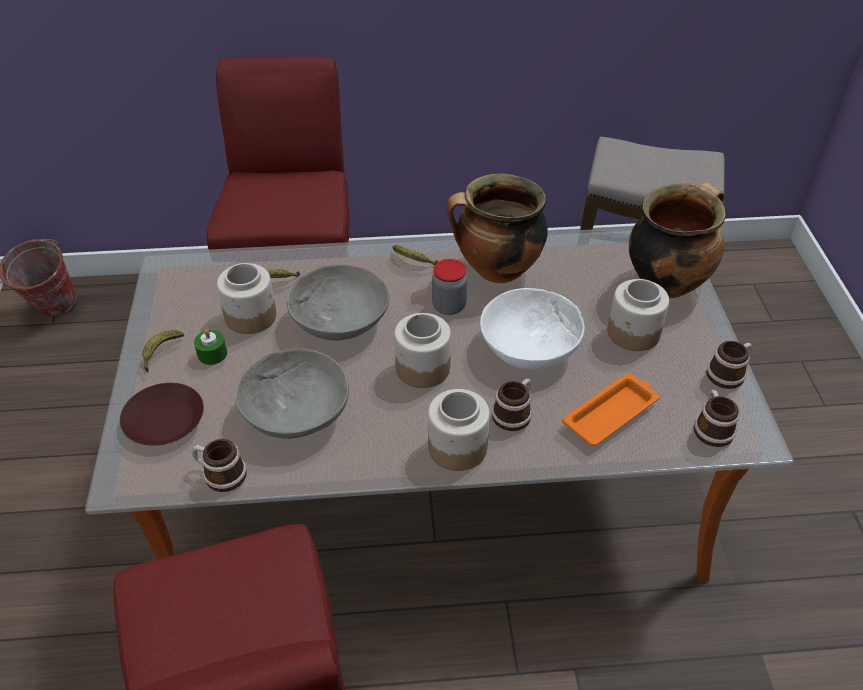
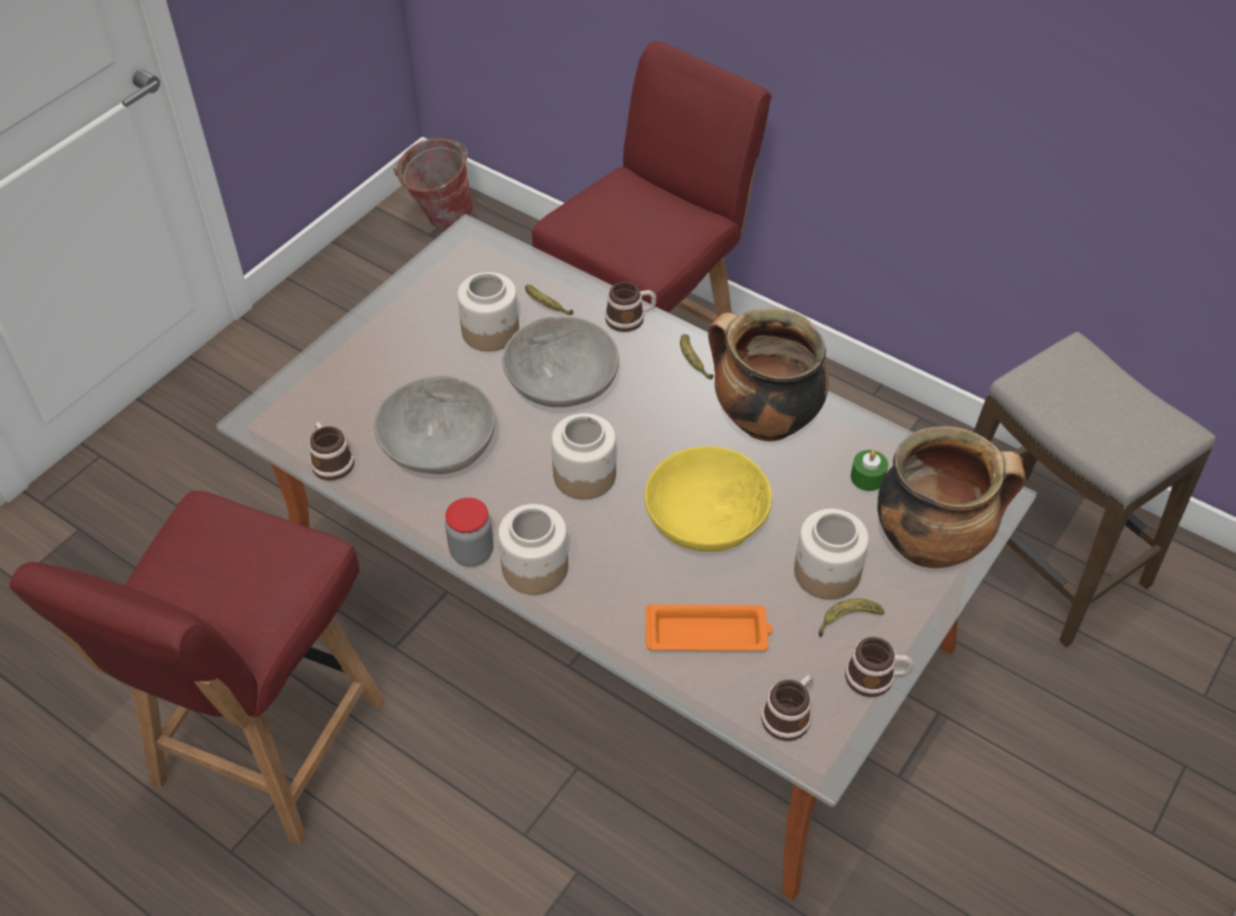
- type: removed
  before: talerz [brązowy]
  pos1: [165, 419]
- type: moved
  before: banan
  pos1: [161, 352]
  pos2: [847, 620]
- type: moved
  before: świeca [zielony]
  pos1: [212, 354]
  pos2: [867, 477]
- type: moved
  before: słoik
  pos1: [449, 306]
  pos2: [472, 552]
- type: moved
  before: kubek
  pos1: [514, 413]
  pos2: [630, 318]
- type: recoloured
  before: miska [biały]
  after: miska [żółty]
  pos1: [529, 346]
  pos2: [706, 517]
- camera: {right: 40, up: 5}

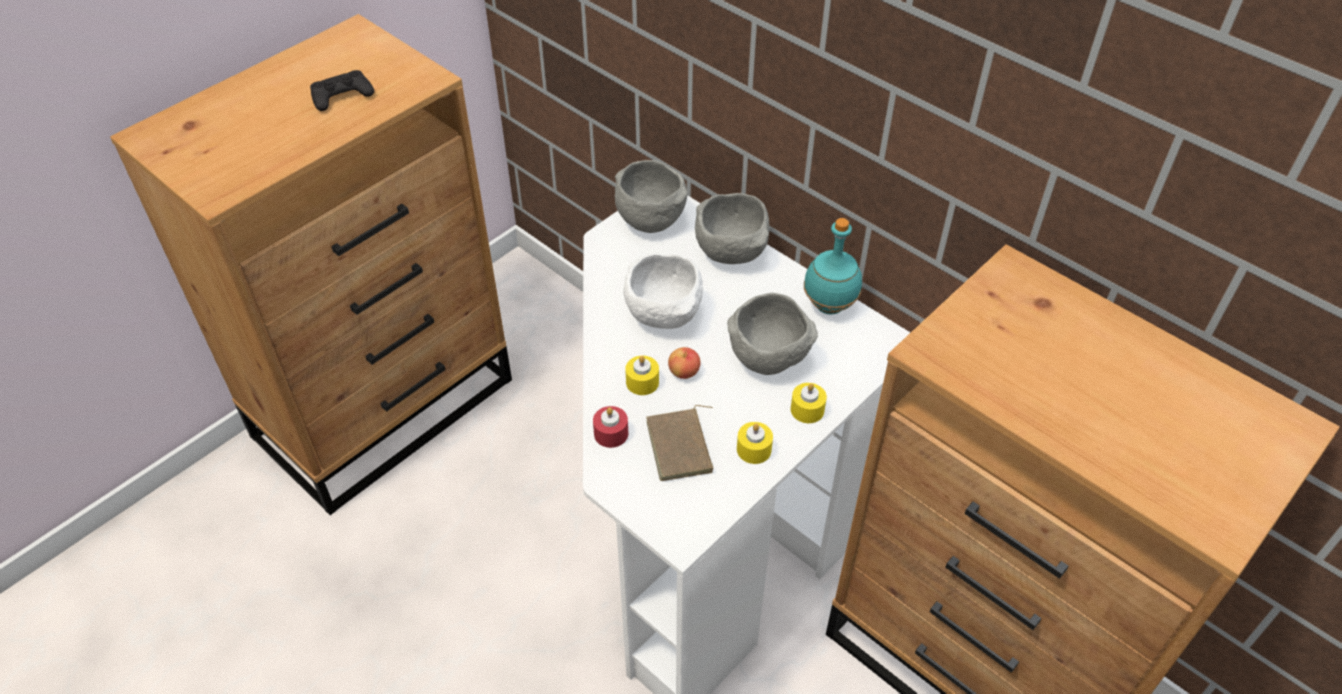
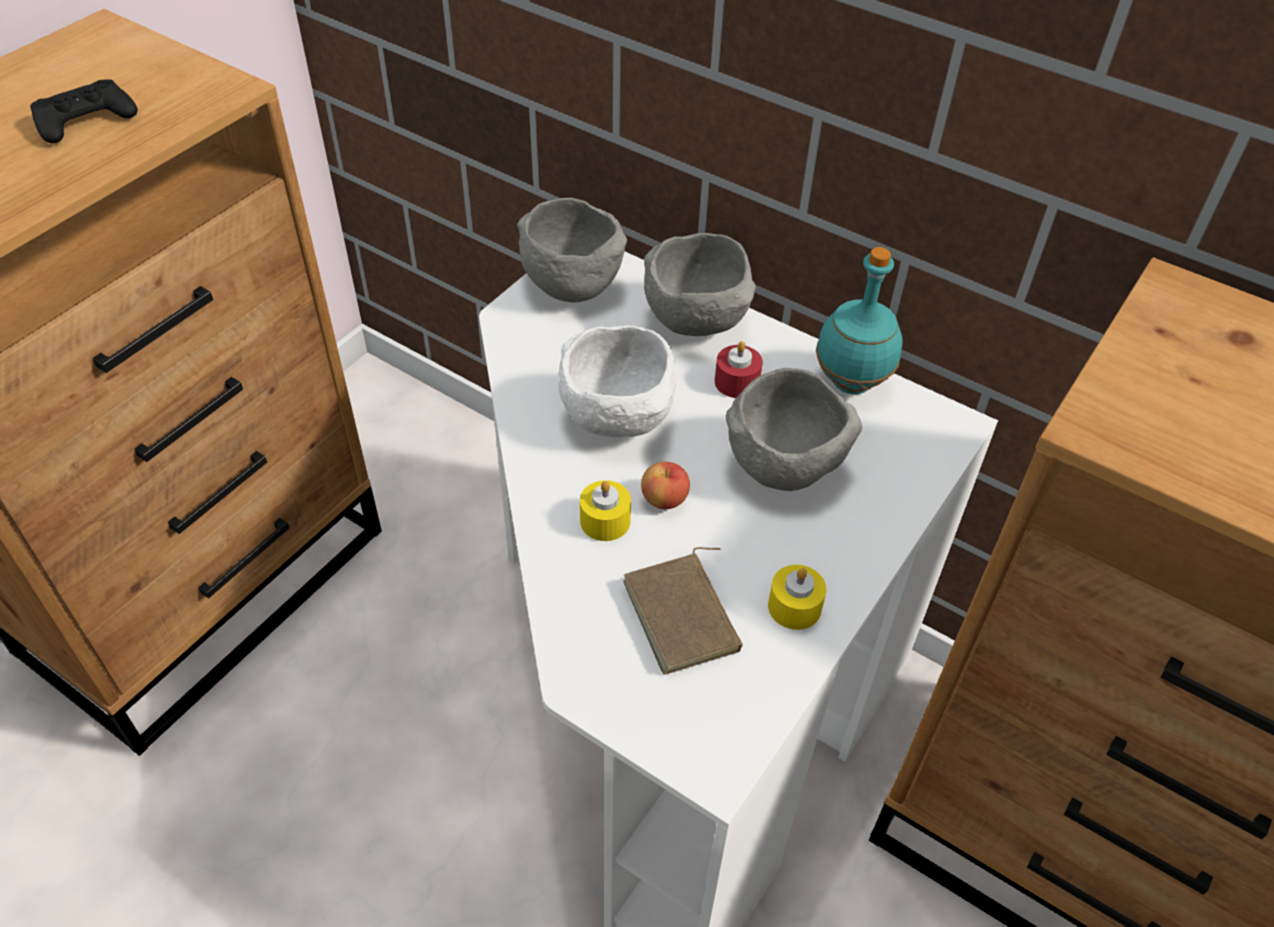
- type: removed
  before: świeca [żółty]
  pos1: [807, 410]
- type: moved
  before: świeca [czerwony]
  pos1: [611, 433]
  pos2: [737, 382]
- camera: {right: -10, up: 0}

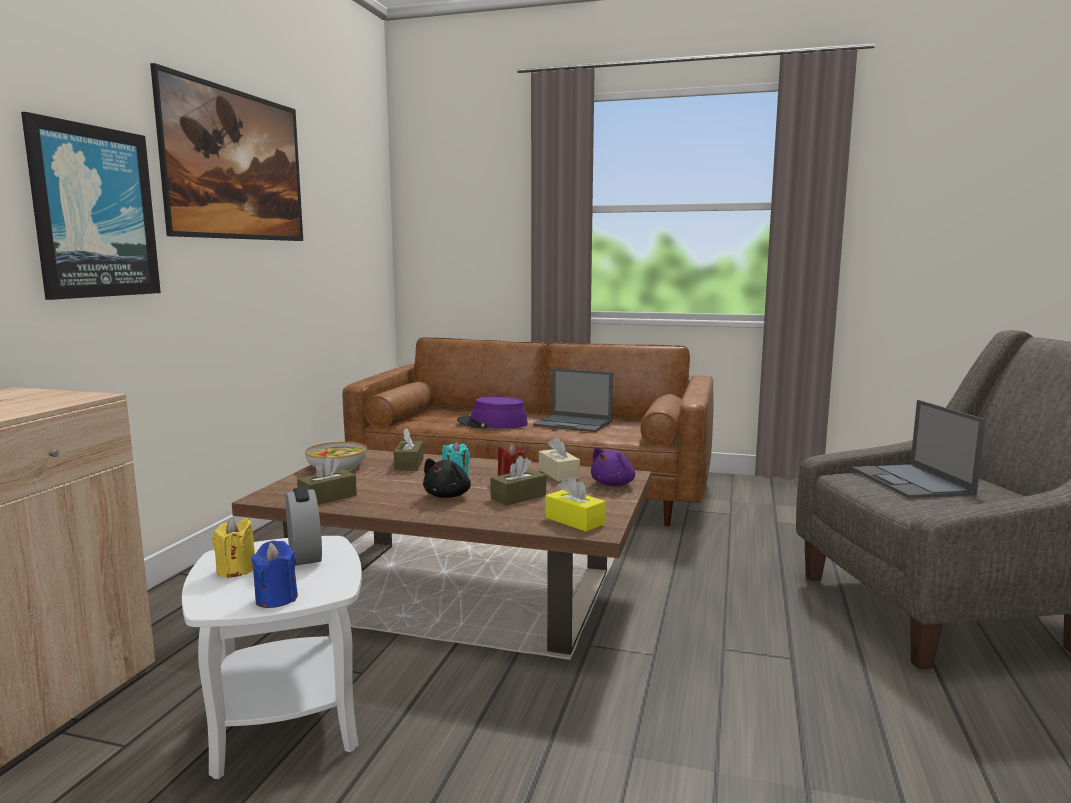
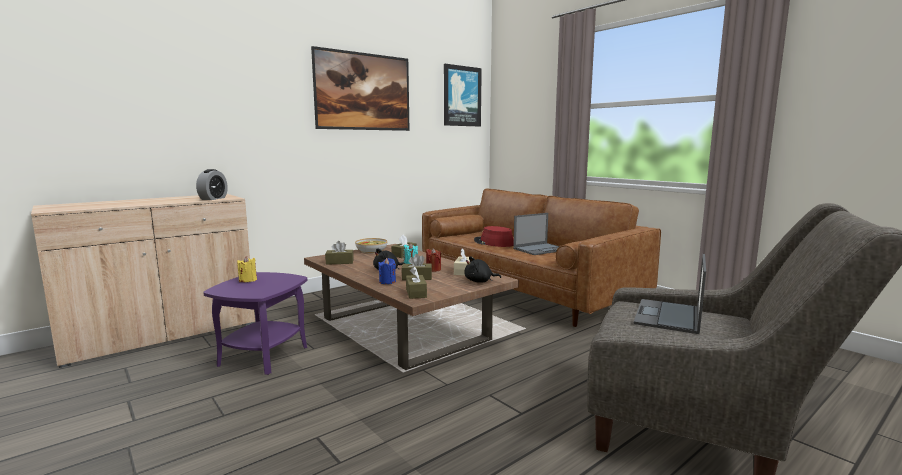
- type: moved
  before: obraz
  pos1: [94, 212]
  pos2: [461, 96]
- type: moved
  before: świeca [niebieski]
  pos1: [276, 599]
  pos2: [387, 282]
- type: moved
  before: budzik
  pos1: [305, 555]
  pos2: [213, 198]
- type: recoloured
  before: stolik [biały]
  after: stolik [fioletowy]
  pos1: [285, 721]
  pos2: [263, 356]
- type: recoloured
  before: kapelusz [fioletowy]
  after: kapelusz [czerwony]
  pos1: [492, 423]
  pos2: [493, 243]
- type: recoloured
  before: pudełko chusteczek [żółty]
  after: pudełko chusteczek [brązowy]
  pos1: [574, 521]
  pos2: [416, 293]
- type: recoloured
  before: pluszak [fioletowy]
  after: pluszak [czarny]
  pos1: [614, 484]
  pos2: [480, 281]
- type: turned
  before: laptop
  pos1: [574, 424]
  pos2: [540, 249]
  turn: -90
- camera: {right: 35, up: 0}

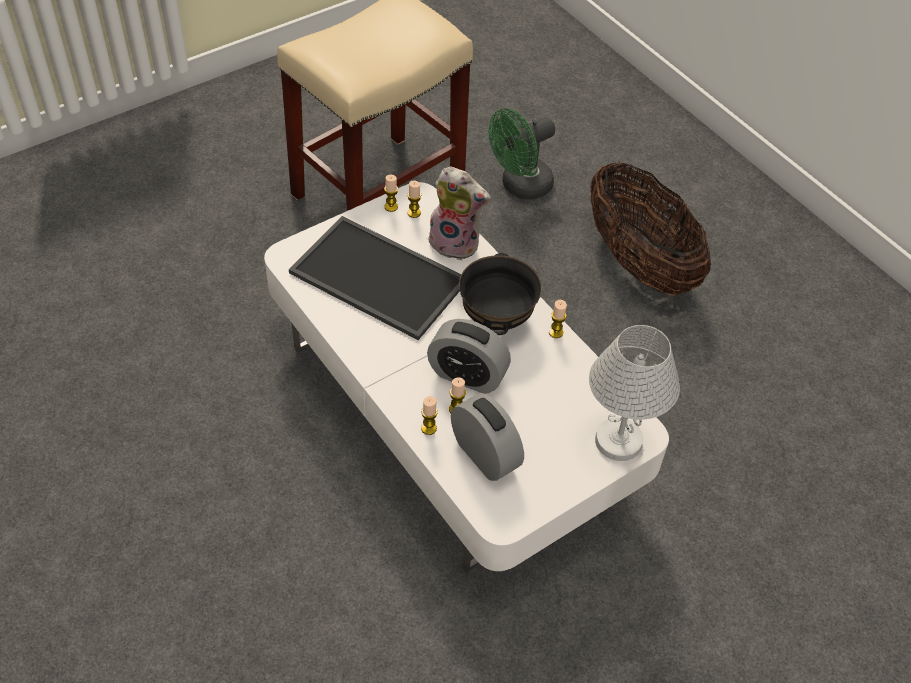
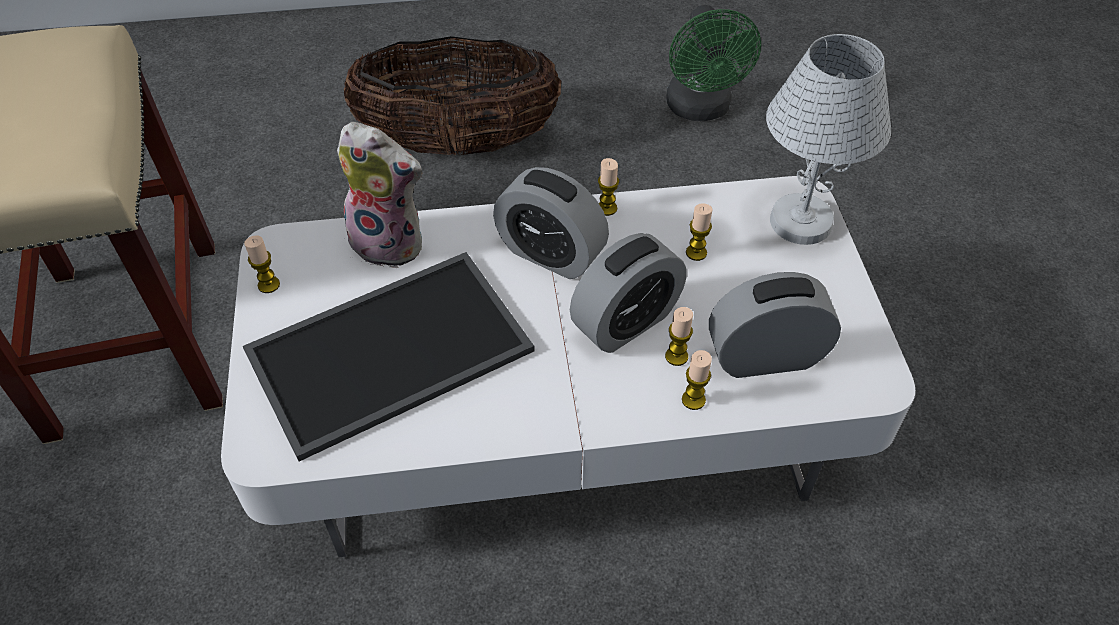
- type: moved
  before: świeca
  pos1: [414, 213]
  pos2: [696, 253]
- type: moved
  before: wentylator [zielony]
  pos1: [520, 186]
  pos2: [701, 109]
- type: replaced
  before: miska [czarny]
  after: budzik
  pos1: [497, 319]
  pos2: [551, 254]
- type: turned
  before: pluszak
  pos1: [456, 243]
  pos2: [391, 242]
  turn: 60
- camera: {right: -60, up: 0}

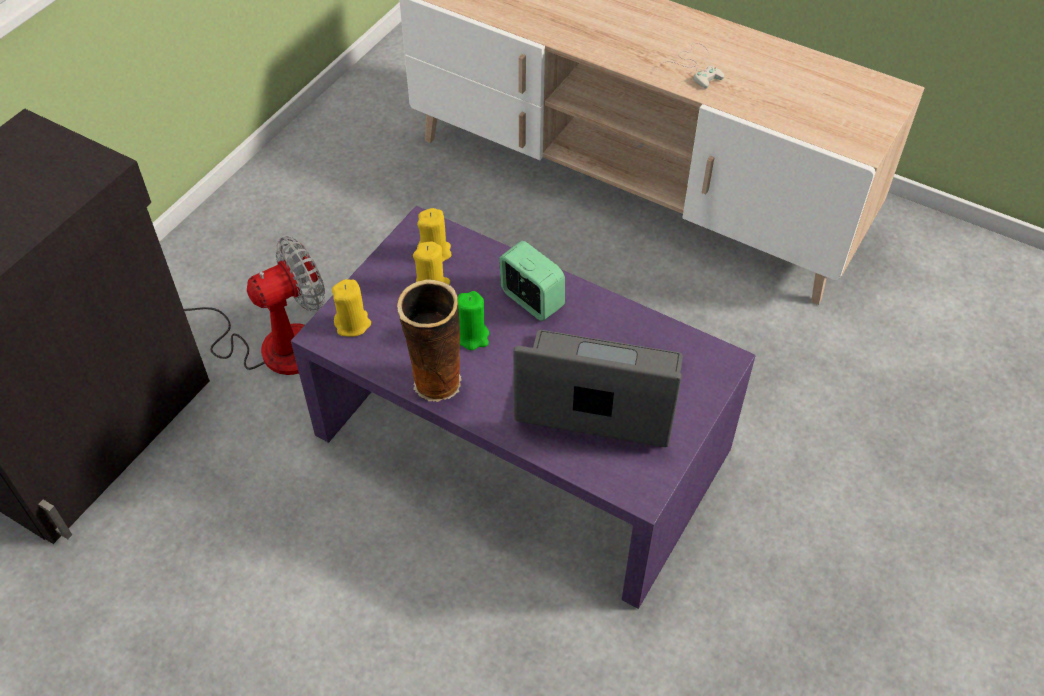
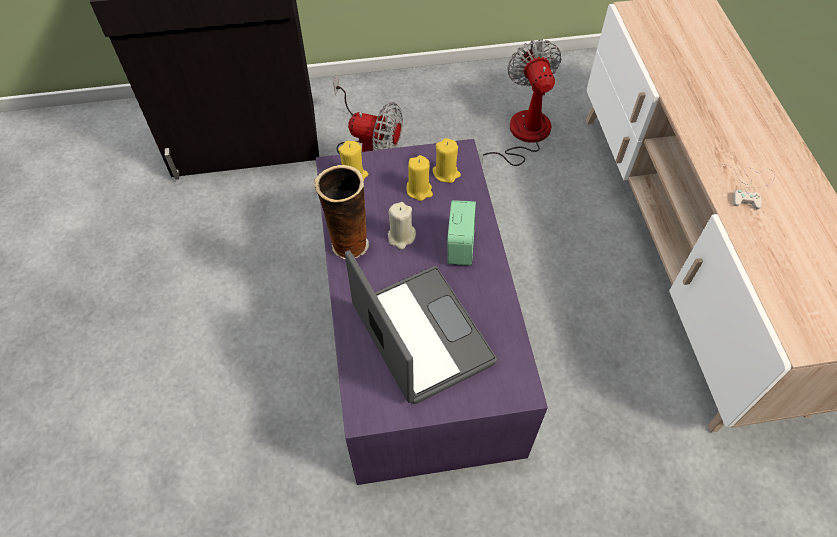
- type: added
  after: wentylator
  pos2: [520, 136]
- type: recoloured
  before: świeca [zielony]
  after: świeca [beżowy]
  pos1: [472, 336]
  pos2: [401, 237]
- camera: {right: 50, up: 5}

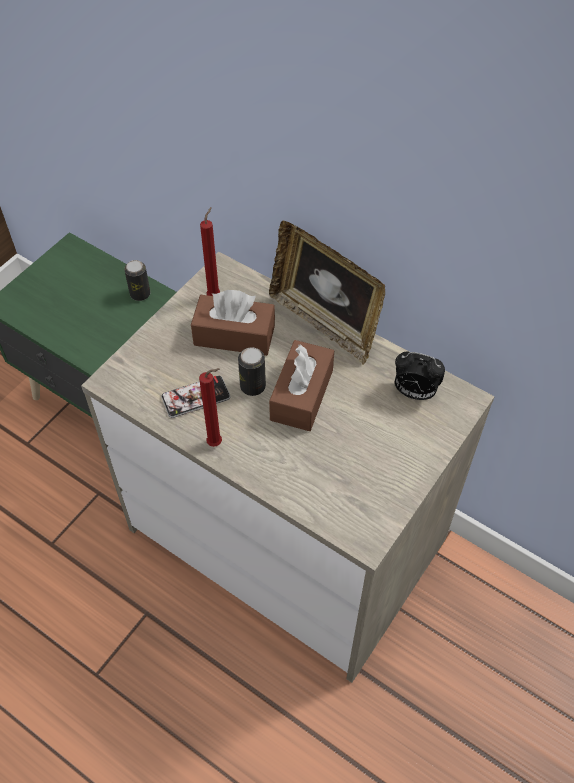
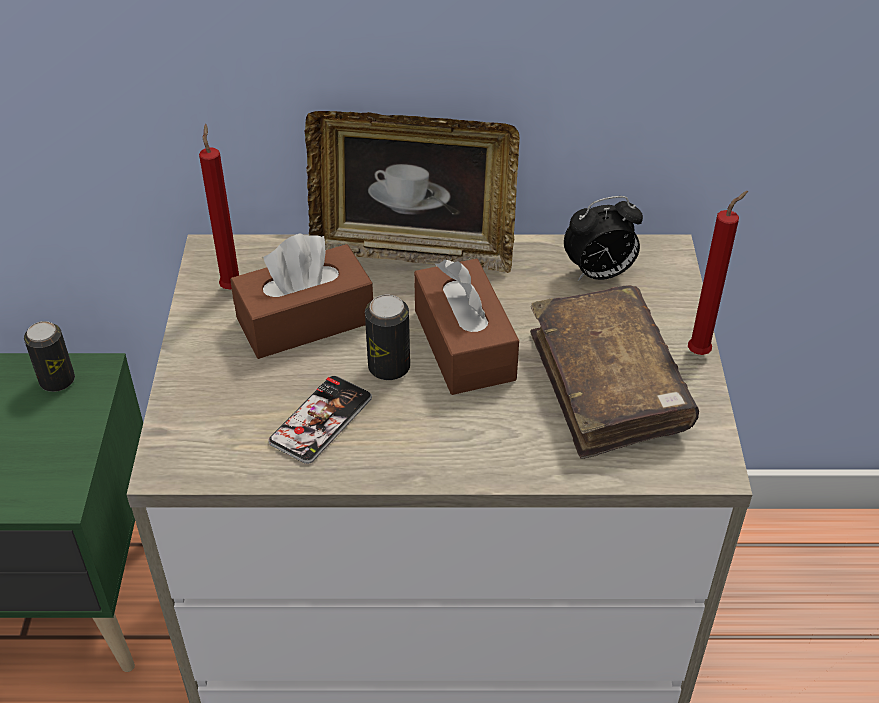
- type: added
  after: książka [brązowy]
  pos2: [607, 385]
- type: moved
  before: świeca [czerwony]
  pos1: [217, 443]
  pos2: [701, 352]
- camera: {right: -35, up: -10}

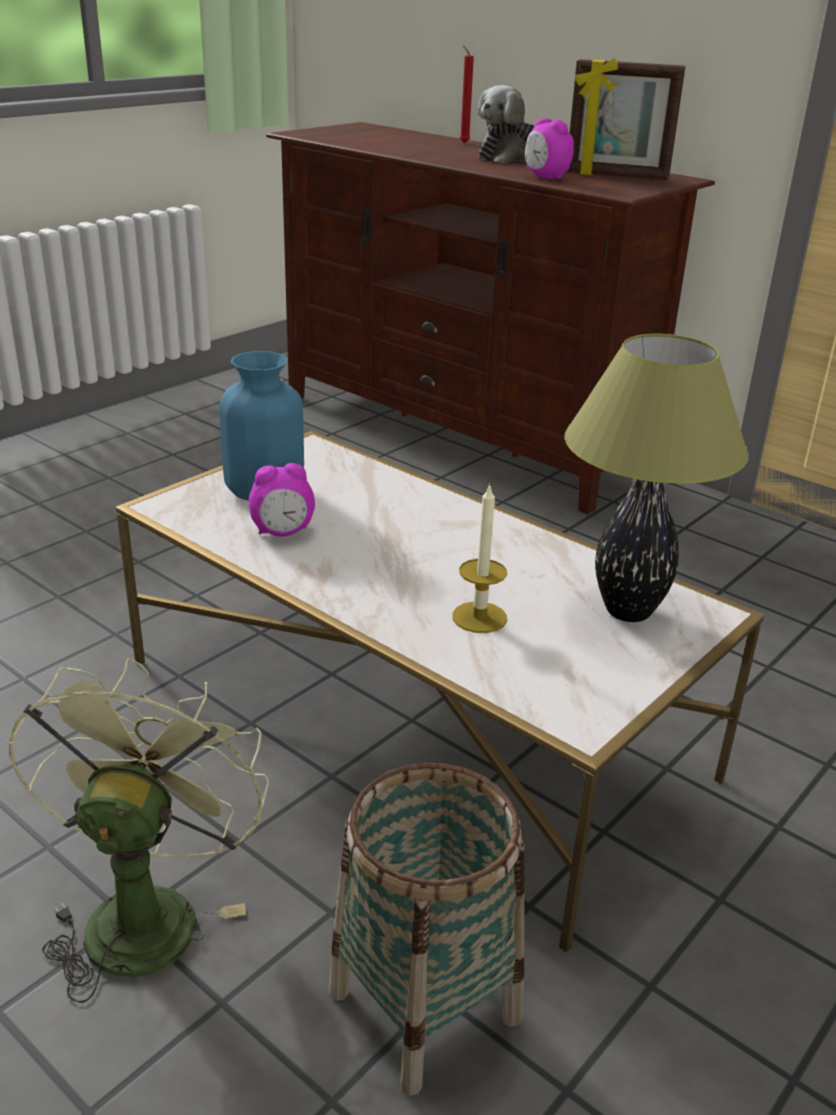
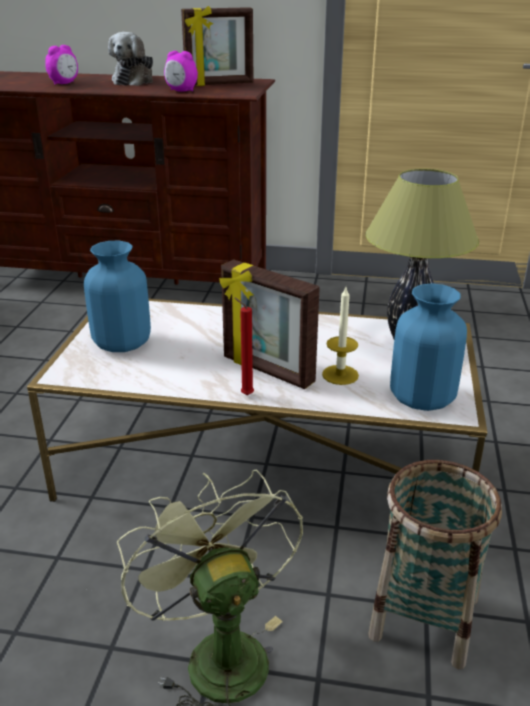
- type: added
  after: ramka na zdjęcie
  pos2: [267, 371]
- type: added
  after: wazon [niebieski]
  pos2: [422, 398]
- type: moved
  before: budzik
  pos1: [283, 533]
  pos2: [64, 83]
- type: moved
  before: świeca [czerwony]
  pos1: [463, 143]
  pos2: [245, 394]
- camera: {right: -30, up: 0}

